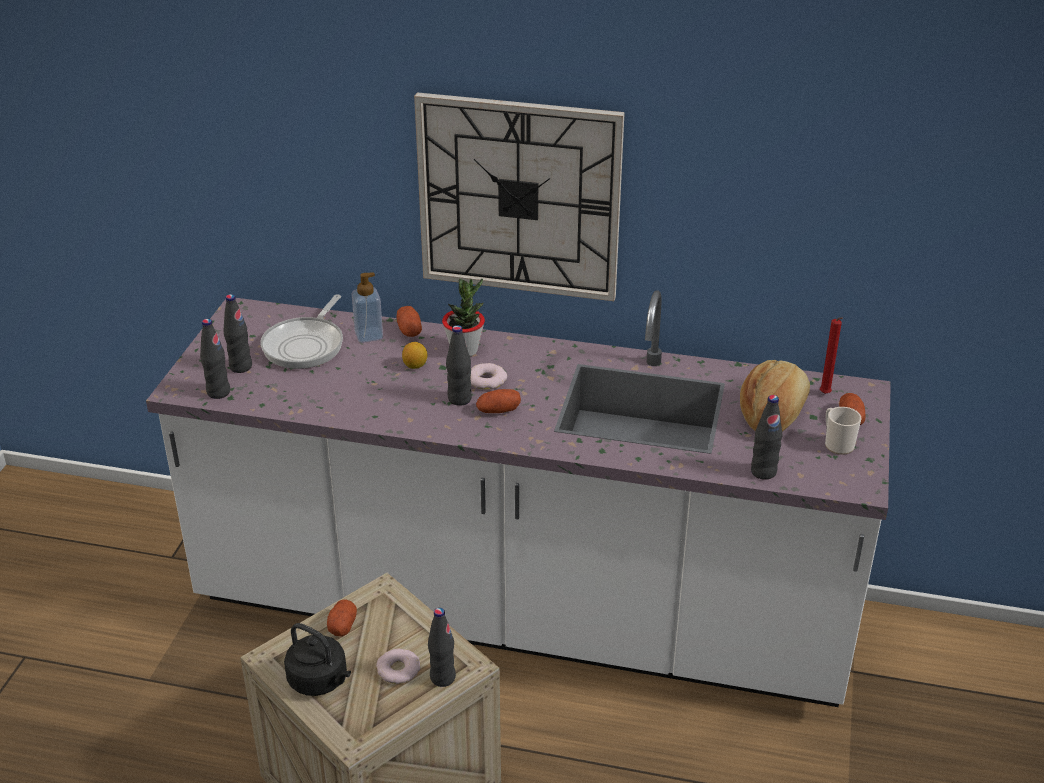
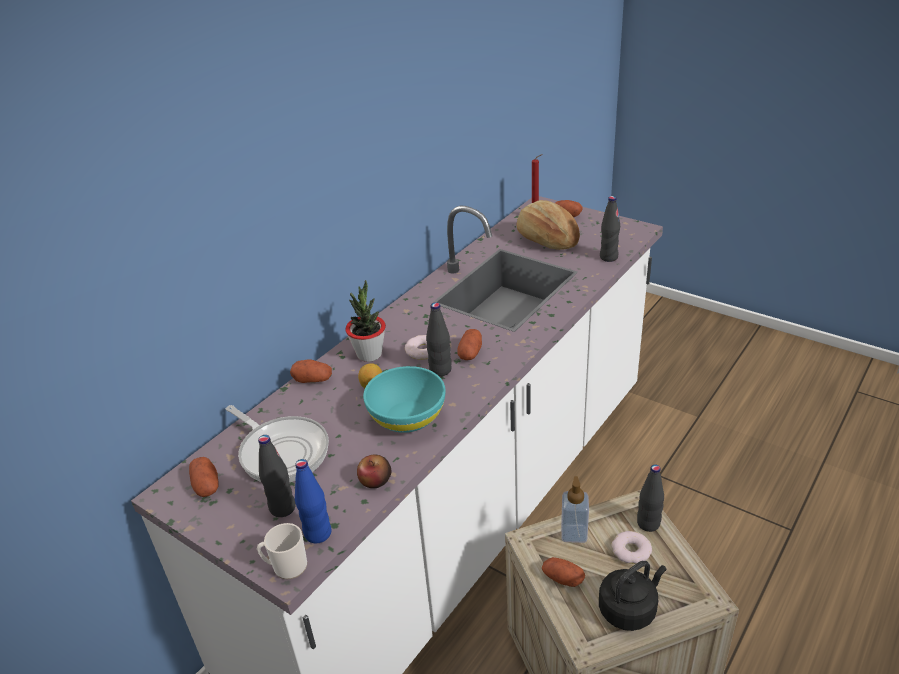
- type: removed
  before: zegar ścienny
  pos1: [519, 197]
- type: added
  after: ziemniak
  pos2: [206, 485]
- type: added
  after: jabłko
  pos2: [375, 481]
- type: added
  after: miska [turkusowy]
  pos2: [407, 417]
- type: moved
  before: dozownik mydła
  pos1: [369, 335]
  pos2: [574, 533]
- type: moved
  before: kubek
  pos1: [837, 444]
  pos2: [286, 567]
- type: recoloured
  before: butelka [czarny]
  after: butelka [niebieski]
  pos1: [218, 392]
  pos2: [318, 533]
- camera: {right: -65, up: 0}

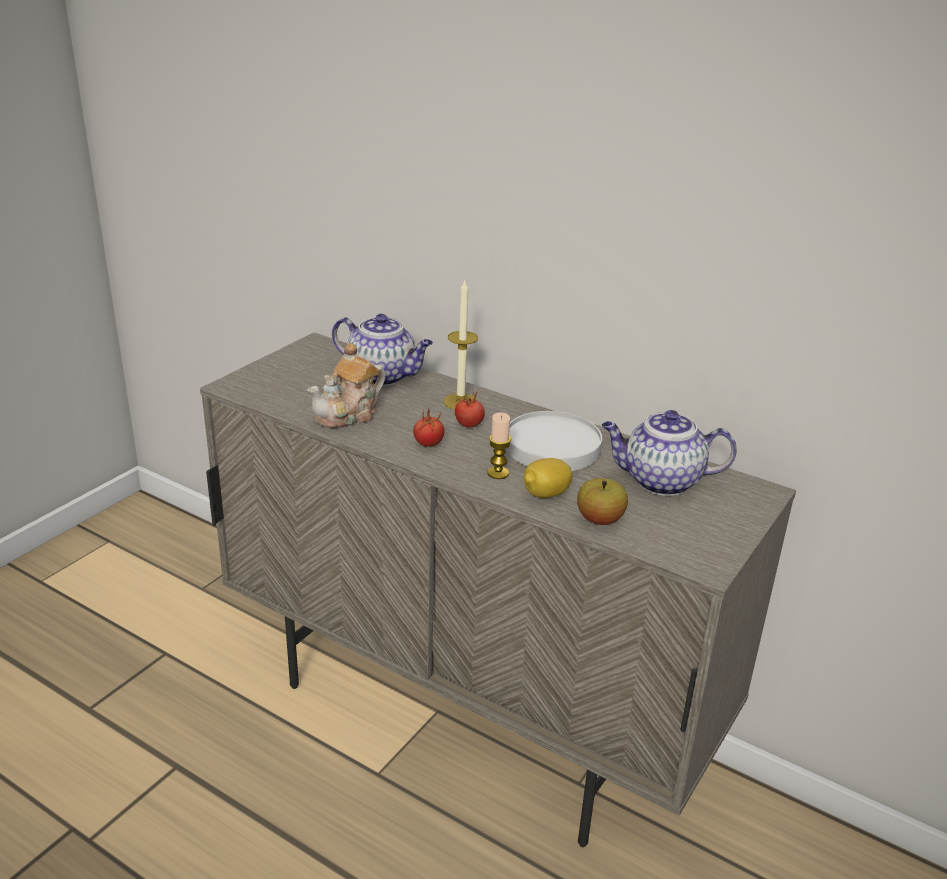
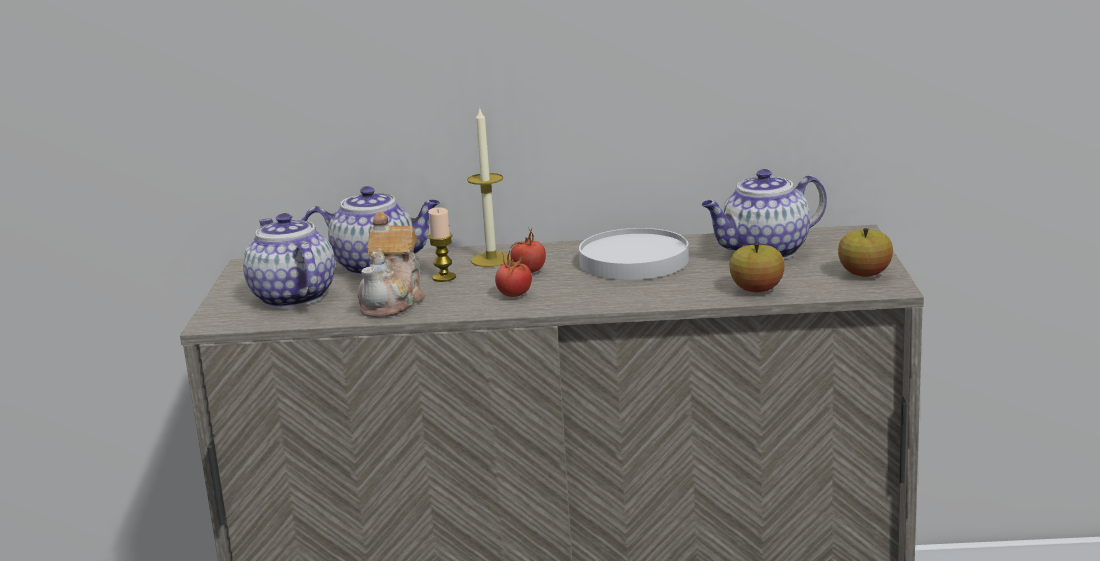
- type: removed
  before: cytryna
  pos1: [545, 494]
- type: added
  after: imbryk
  pos2: [291, 297]
- type: added
  after: jabłko
  pos2: [865, 274]
- type: moved
  before: świeca
  pos1: [498, 473]
  pos2: [444, 277]
- camera: {right: -30, up: -10}

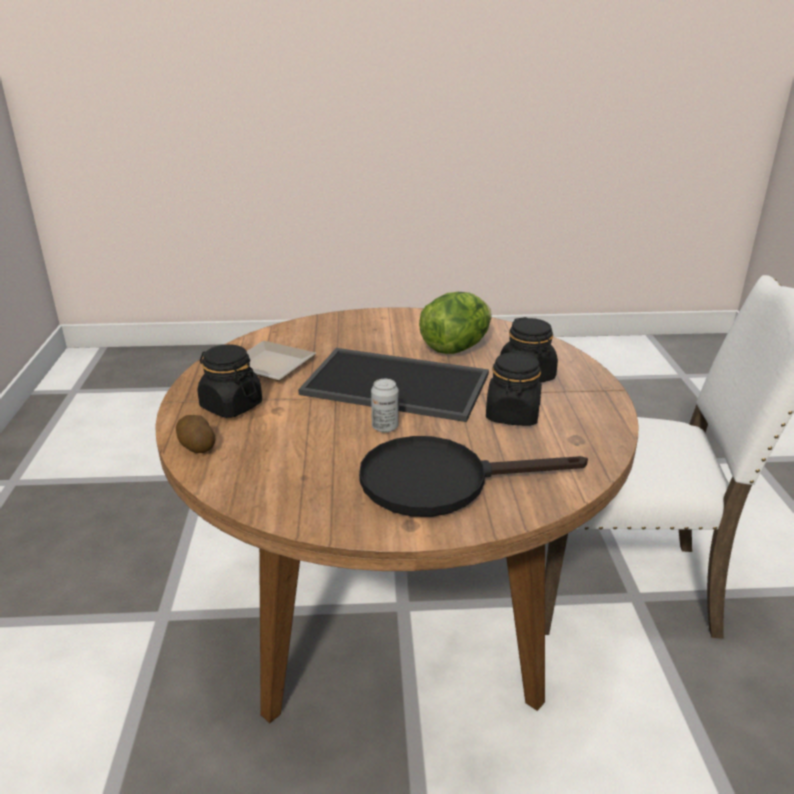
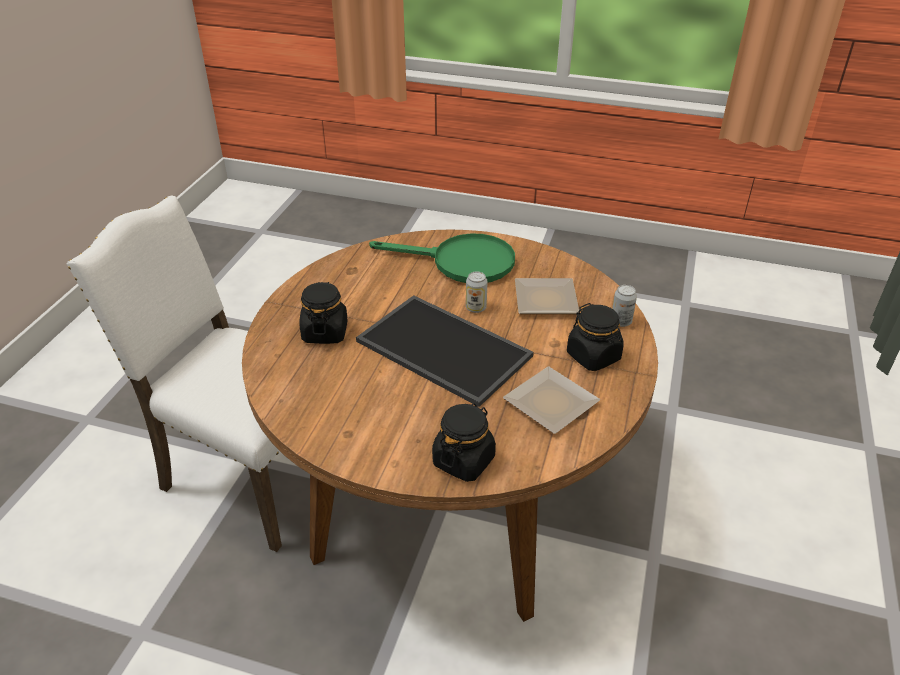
- type: removed
  before: sałata
  pos1: [455, 348]
- type: added
  after: talerz
  pos2: [548, 301]
- type: moved
  before: słoik [czarny]
  pos1: [512, 415]
  pos2: [463, 460]
- type: replaced
  before: ziemniak
  after: puszka
  pos1: [196, 446]
  pos2: [621, 321]
- type: recoloured
  before: patelnia [czarny]
  after: patelnia [zielony]
  pos1: [441, 481]
  pos2: [461, 262]
- camera: {right: -160, up: 10}

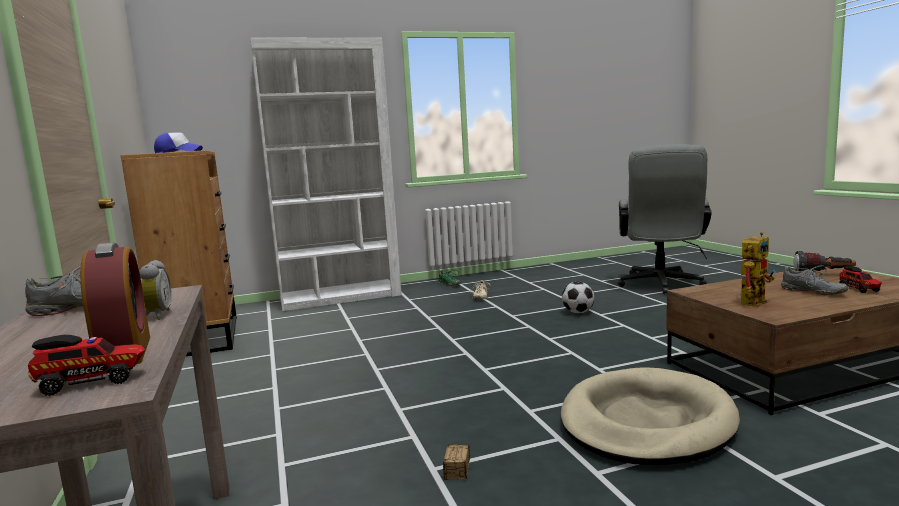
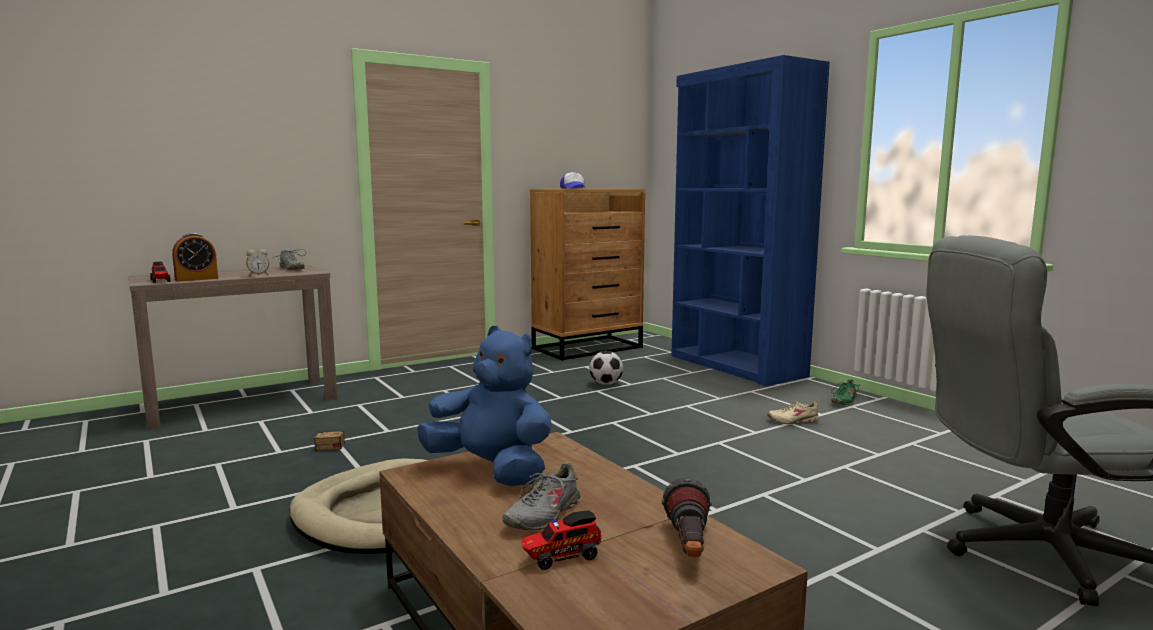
- type: moved
  before: piłka futbolowa
  pos1: [578, 312]
  pos2: [606, 384]
- type: replaced
  before: robot zabawkowy
  after: pluszak [niebieski]
  pos1: [753, 301]
  pos2: [491, 470]
- type: recoloured
  before: regał [biały]
  after: regał [niebieski]
  pos1: [340, 297]
  pos2: [736, 366]
- camera: {right: 75, up: 0}

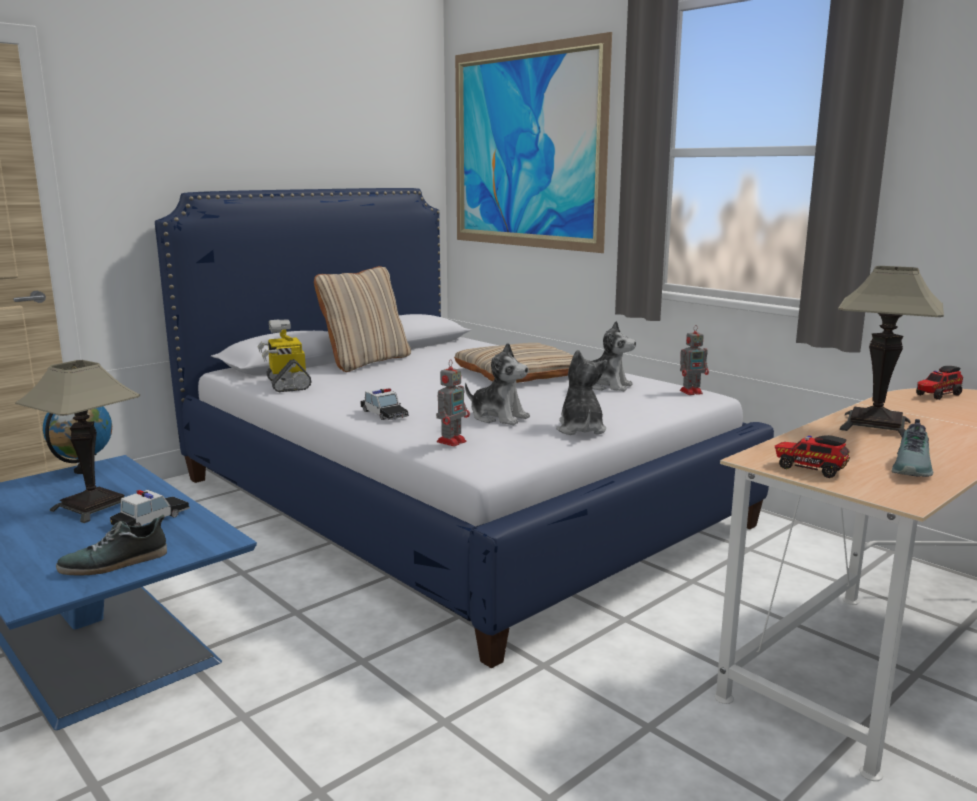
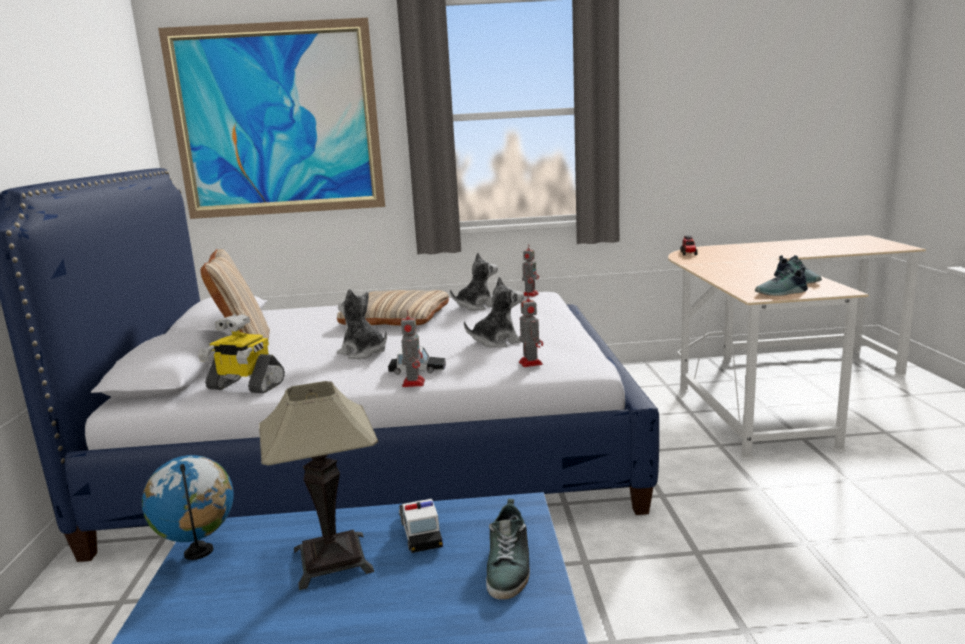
- type: removed
  before: lampa stołowa
  pos1: [875, 426]
- type: added
  after: robot zabawkowy
  pos2: [413, 382]
- type: moved
  before: pluszak
  pos1: [580, 429]
  pos2: [363, 353]
- type: replaced
  before: ciężarówka zabawkowa
  after: but
  pos1: [808, 469]
  pos2: [782, 293]
- camera: {right: -50, up: 0}

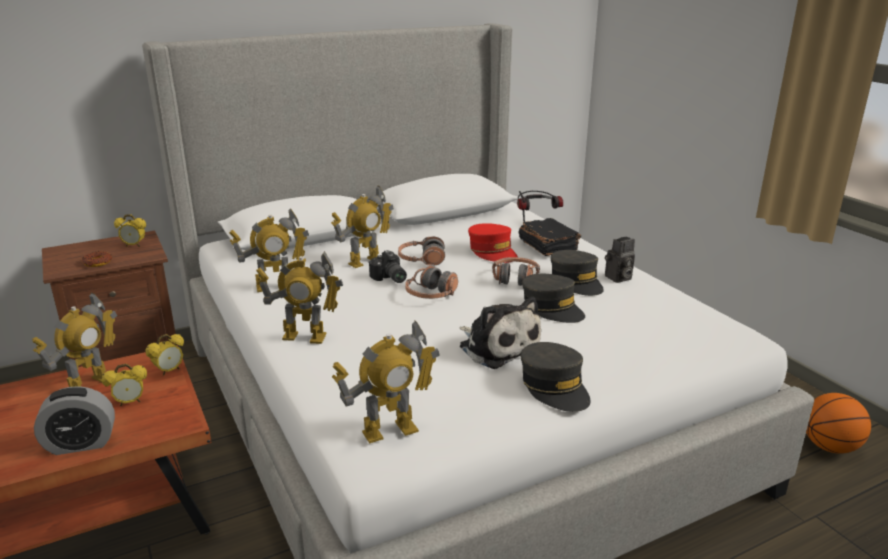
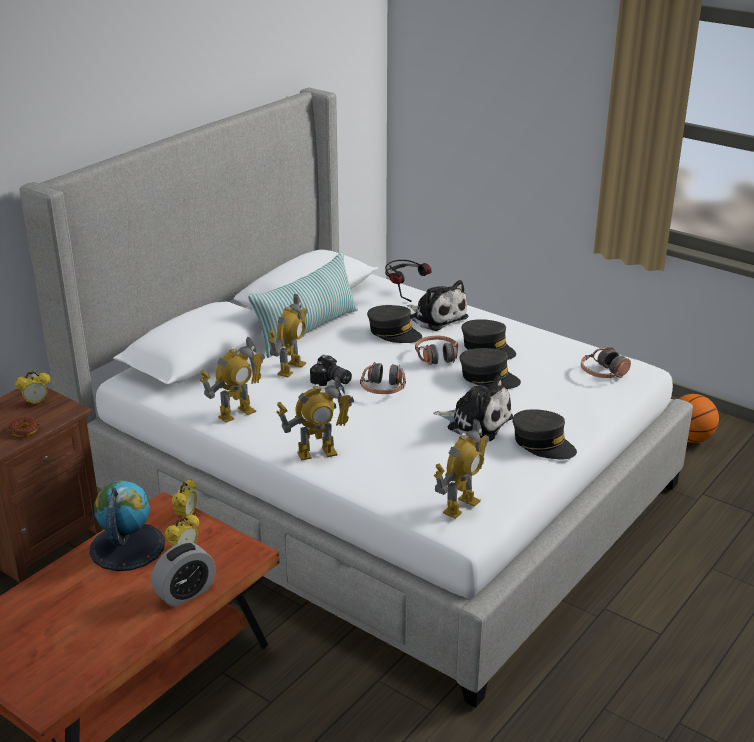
- type: removed
  before: aparat fotograficzny
  pos1: [618, 278]
- type: added
  after: poduszka
  pos2: [307, 330]
- type: moved
  before: słuchawki
  pos1: [421, 260]
  pos2: [603, 373]
- type: replaced
  before: robot zabawkowy
  after: globus
  pos1: [90, 384]
  pos2: [127, 546]
- type: replaced
  before: książka [czarny]
  after: pluszak
  pos1: [548, 247]
  pos2: [436, 317]
- type: recoloured
  before: czapka z daszkiem [czerwony]
  after: czapka z daszkiem [szary]
  pos1: [492, 252]
  pos2: [394, 333]
- camera: {right: -25, up: 5}

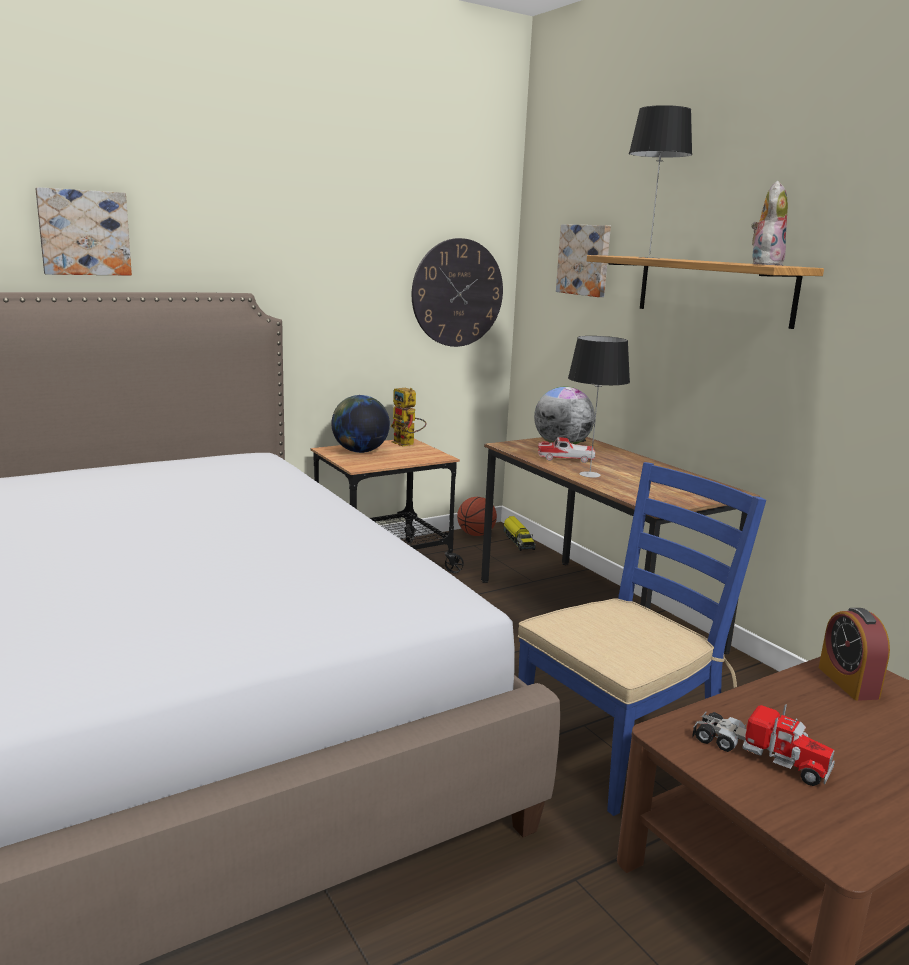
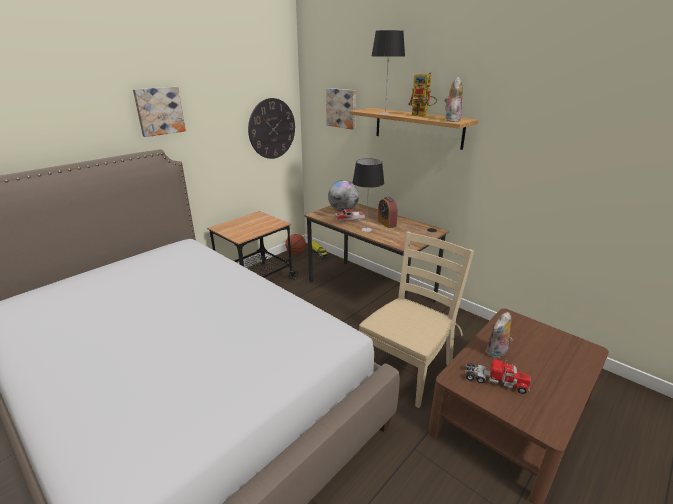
- type: removed
  before: globus
  pos1: [360, 451]
- type: added
  after: pluszak
  pos2: [497, 353]
- type: moved
  before: obraz
  pos1: [84, 233]
  pos2: [159, 111]
- type: moved
  before: robot zabawkowy
  pos1: [407, 444]
  pos2: [422, 115]
- type: moved
  before: budzik
  pos1: [848, 682]
  pos2: [386, 223]
- type: recoloured
  before: krzesło [niebieski]
  after: krzesło [beżowy]
  pos1: [617, 749]
  pos2: [407, 369]
- camera: {right: -15, up: 10}

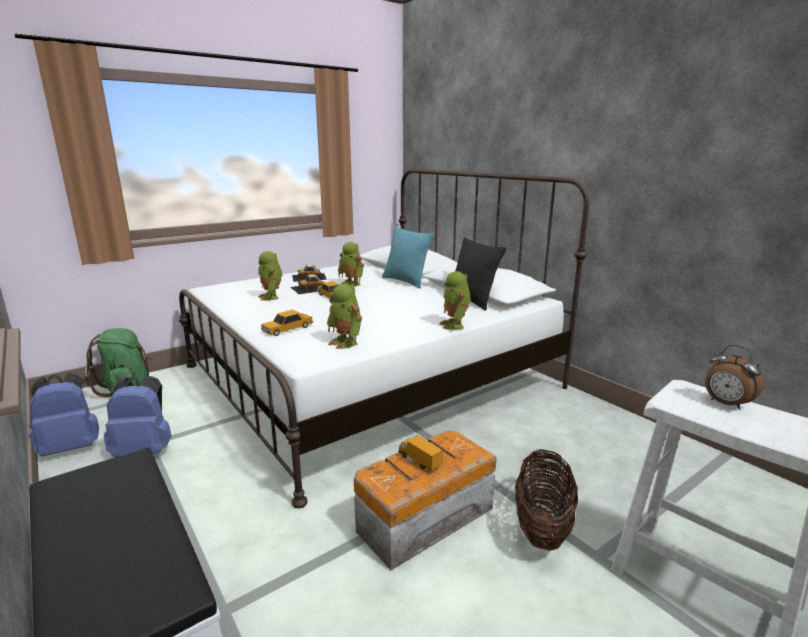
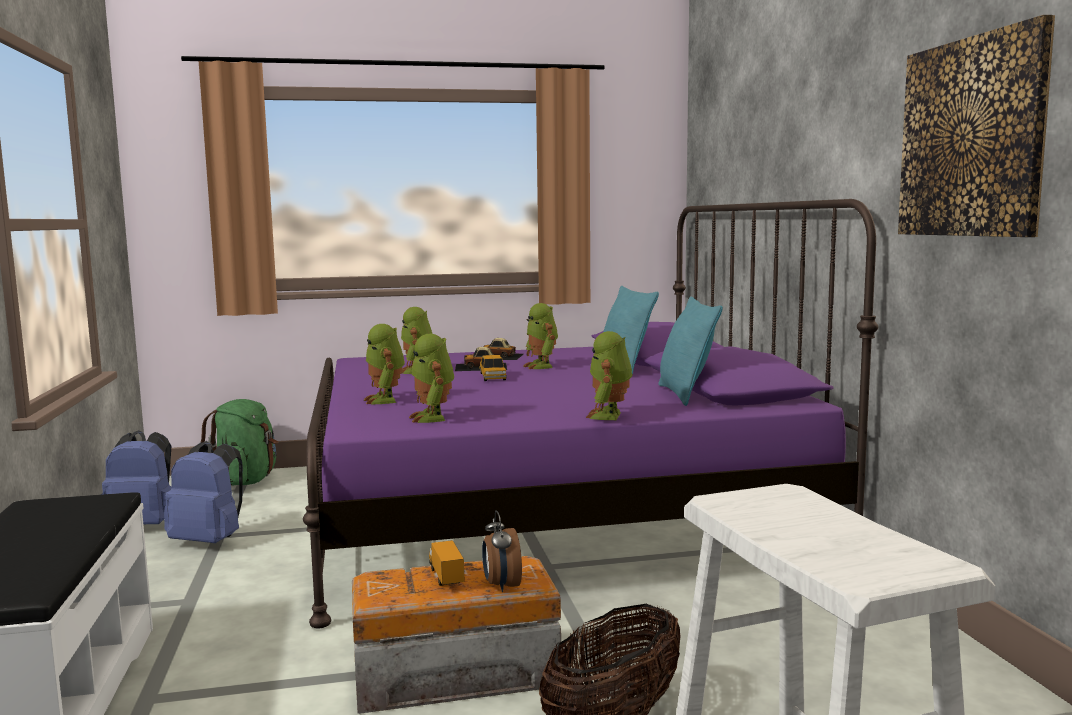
- type: added
  after: obraz
  pos2: [971, 138]
- type: moved
  before: budzik
  pos1: [725, 404]
  pos2: [501, 585]
- type: replaced
  before: samochodzik
  after: robot zabawkowy
  pos1: [287, 329]
  pos2: [385, 400]
- type: recoloured
  before: łóżko [biały]
  after: łóżko [fioletowy]
  pos1: [369, 376]
  pos2: [549, 509]
- type: recoloured
  before: poduszka [czarny]
  after: poduszka [turkusowy]
  pos1: [472, 300]
  pos2: [685, 395]
- camera: {right: 25, up: -10}

